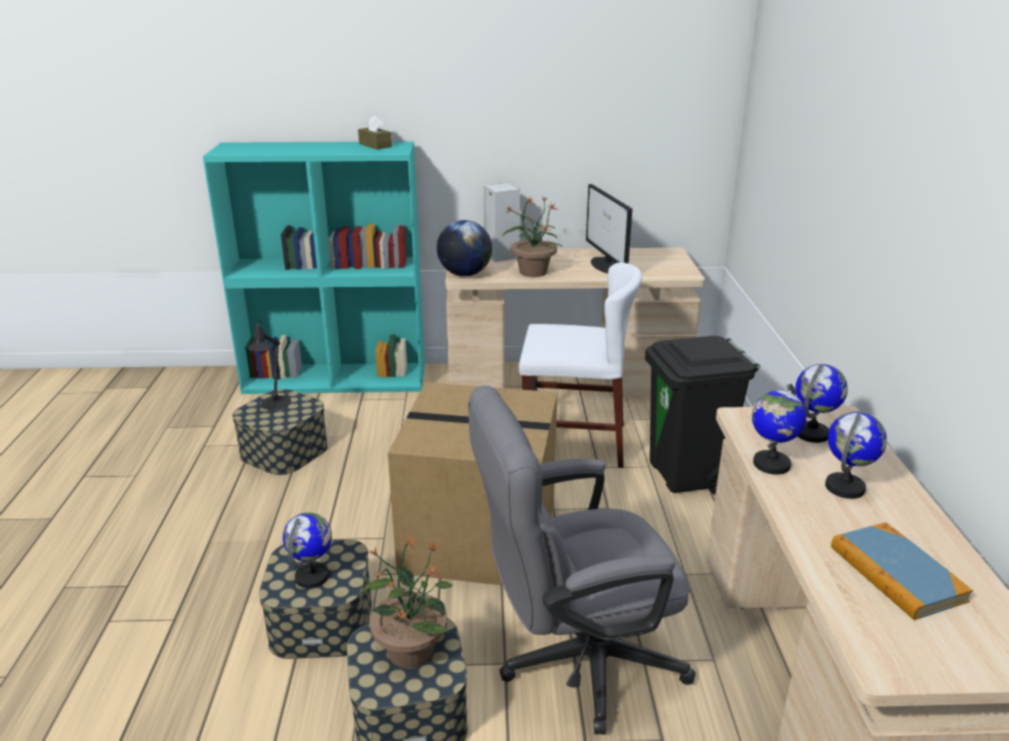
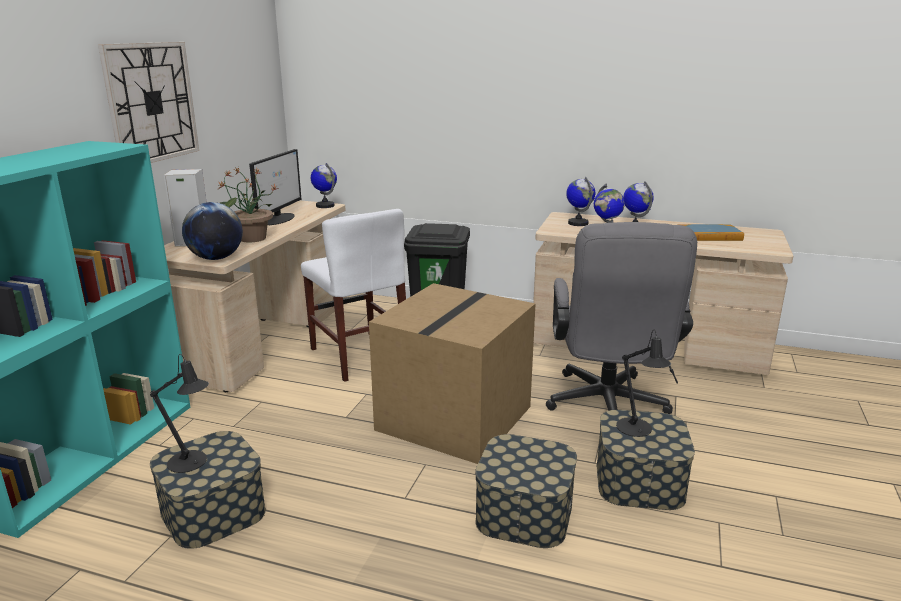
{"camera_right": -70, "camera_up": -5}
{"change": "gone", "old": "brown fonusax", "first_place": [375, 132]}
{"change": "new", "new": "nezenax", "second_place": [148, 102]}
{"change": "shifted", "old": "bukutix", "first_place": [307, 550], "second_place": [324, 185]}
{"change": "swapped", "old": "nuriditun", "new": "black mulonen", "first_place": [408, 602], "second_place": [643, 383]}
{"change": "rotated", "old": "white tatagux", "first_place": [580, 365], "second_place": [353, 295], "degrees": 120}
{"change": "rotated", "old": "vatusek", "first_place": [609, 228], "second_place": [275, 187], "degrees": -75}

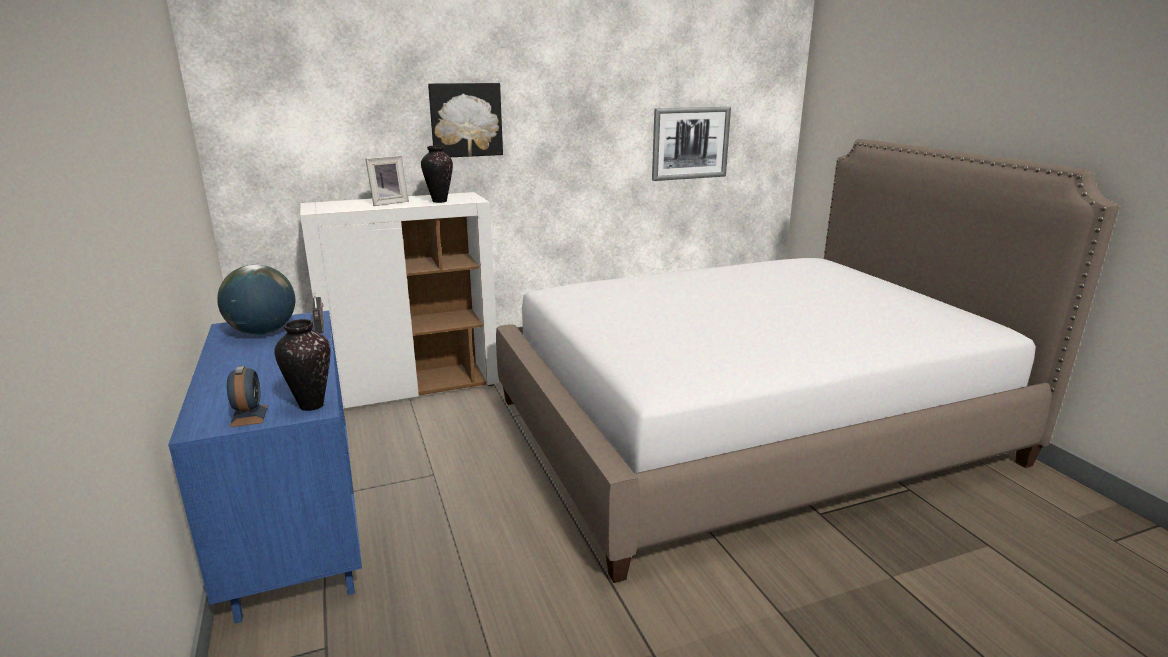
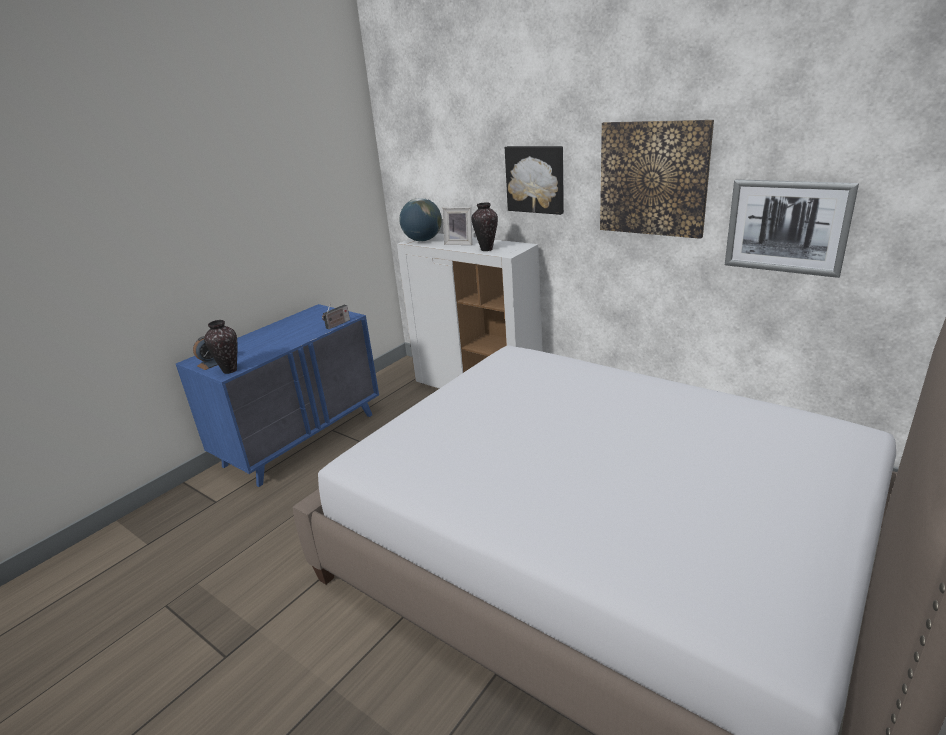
{"camera_right": 60, "camera_up": 5}
{"change": "new", "new": "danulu", "second_place": [657, 179]}
{"change": "shifted", "old": "bukutix", "first_place": [256, 299], "second_place": [420, 219]}

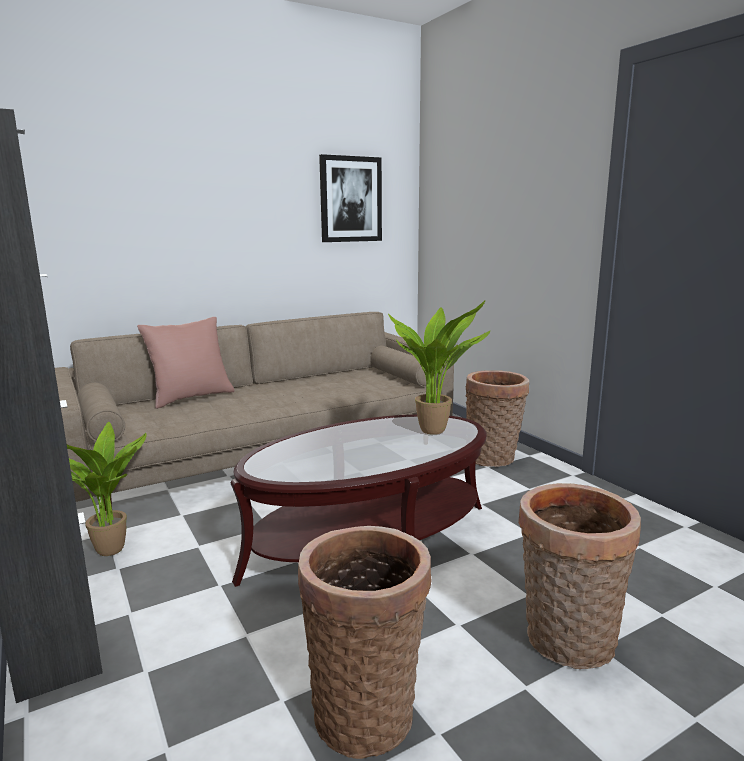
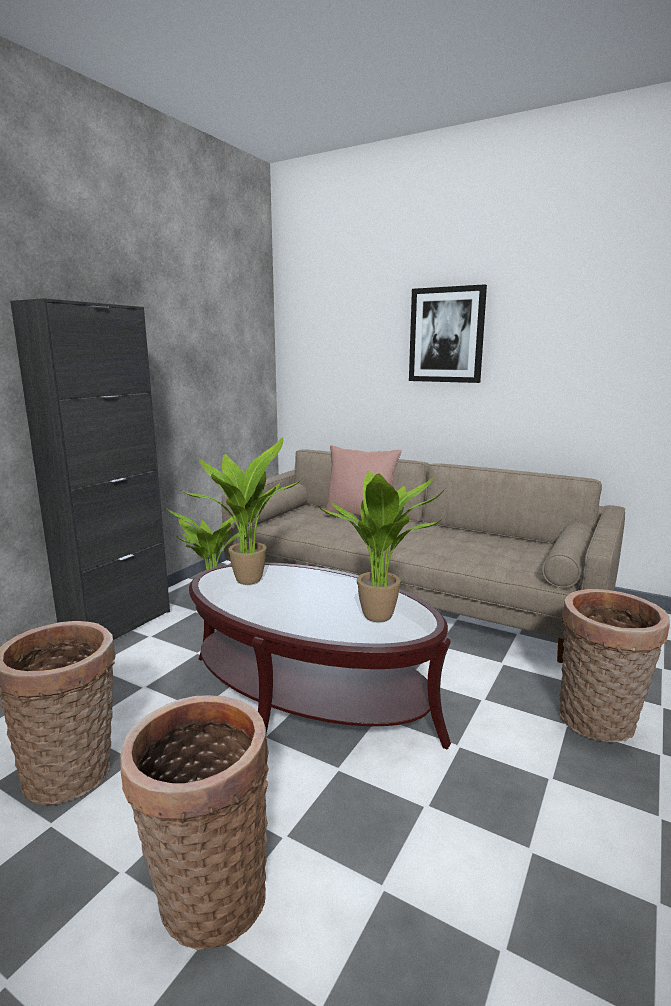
{"camera_right": 60, "camera_up": 0}
{"change": "new", "new": "nuriditun", "second_place": [242, 511]}
{"change": "shifted", "old": "danulu", "first_place": [350, 198], "second_place": [448, 333]}

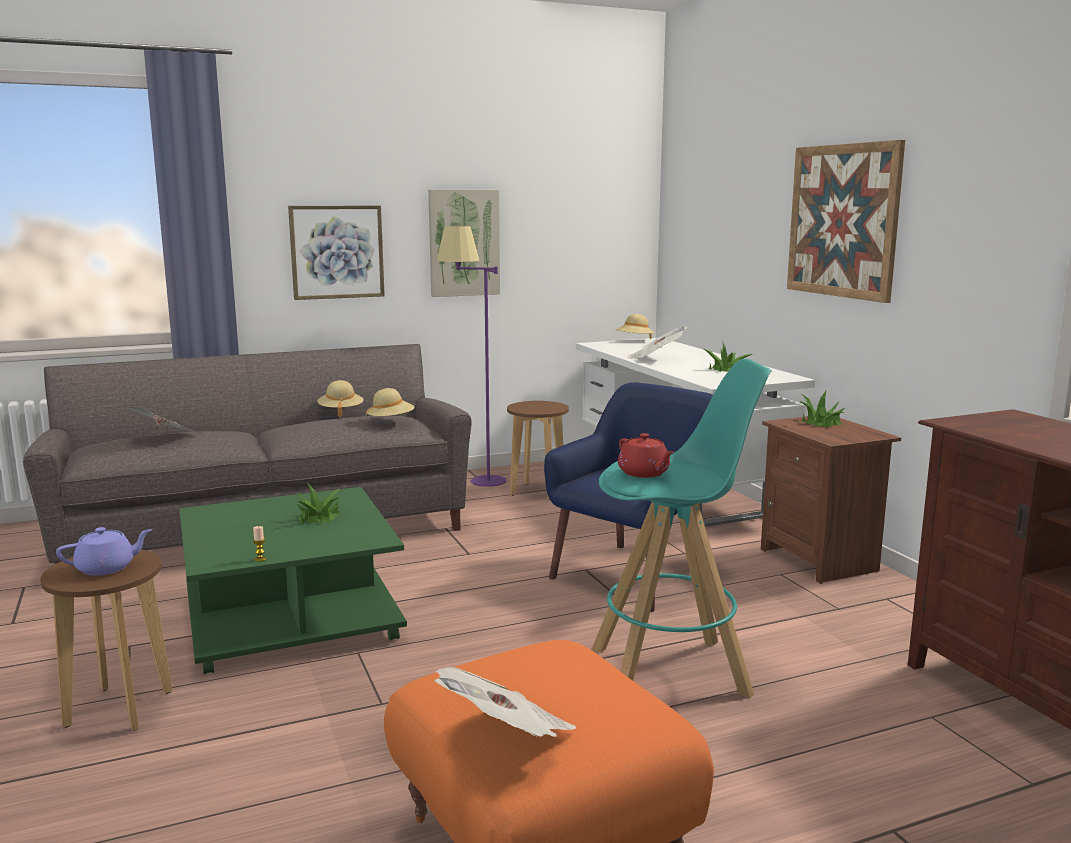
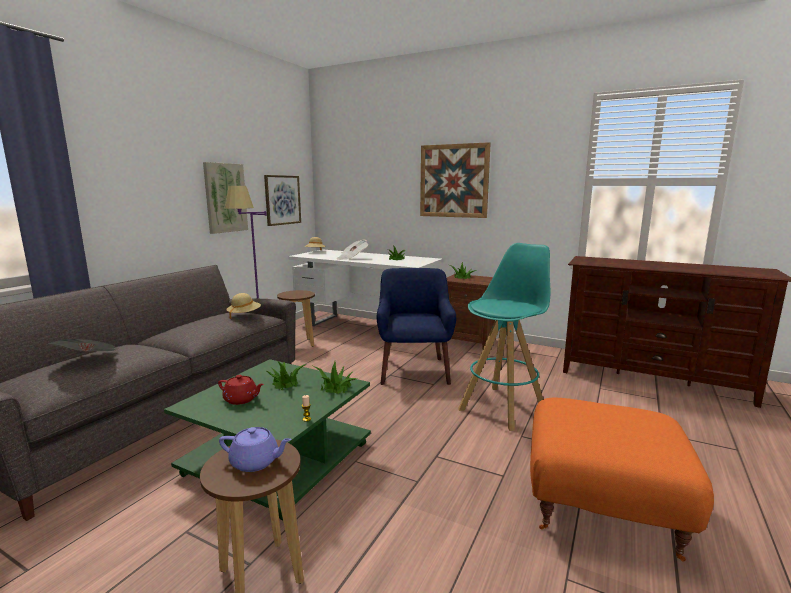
{"camera_right": -40, "camera_up": 0}
{"change": "gone", "old": "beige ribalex", "first_place": [340, 398]}
{"change": "gone", "old": "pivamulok", "first_place": [505, 702]}
{"change": "new", "new": "nuriditun", "second_place": [335, 377]}
{"change": "shifted", "old": "danulu", "first_place": [336, 253], "second_place": [282, 200]}
{"change": "shifted", "old": "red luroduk", "first_place": [646, 455], "second_place": [241, 390]}
{"change": "rotated", "old": "purple luroduk", "first_place": [104, 551], "second_place": [255, 449], "degrees": 75}

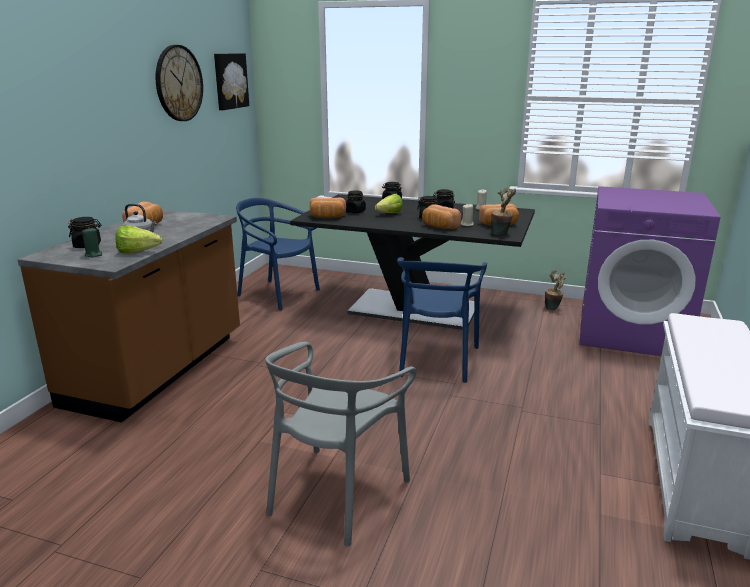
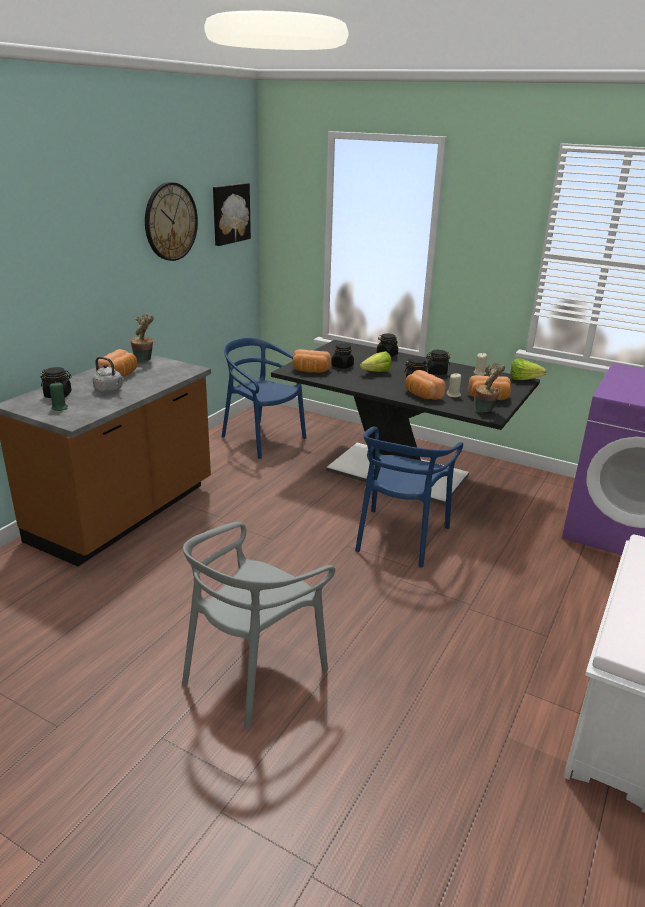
{"camera_right": 10, "camera_up": 5}
{"change": "shifted", "old": "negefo", "first_place": [138, 239], "second_place": [528, 369]}
{"change": "shifted", "old": "nuriditun", "first_place": [555, 290], "second_place": [141, 338]}

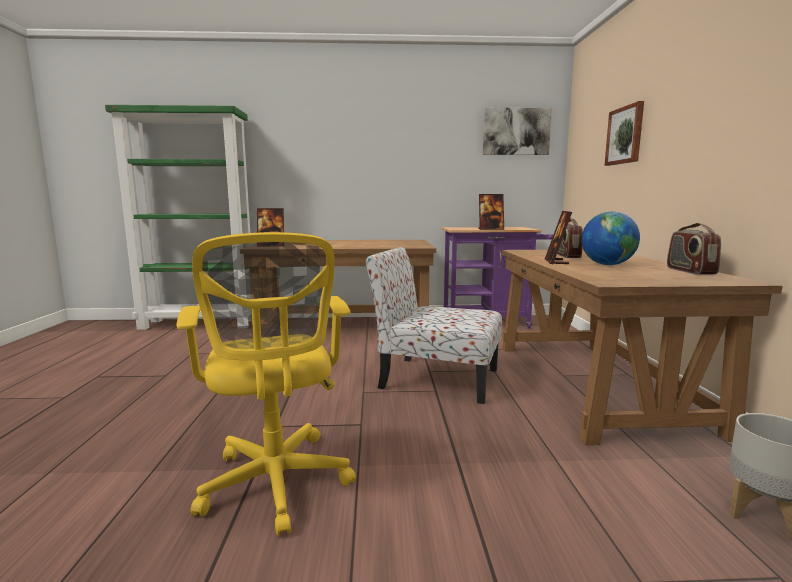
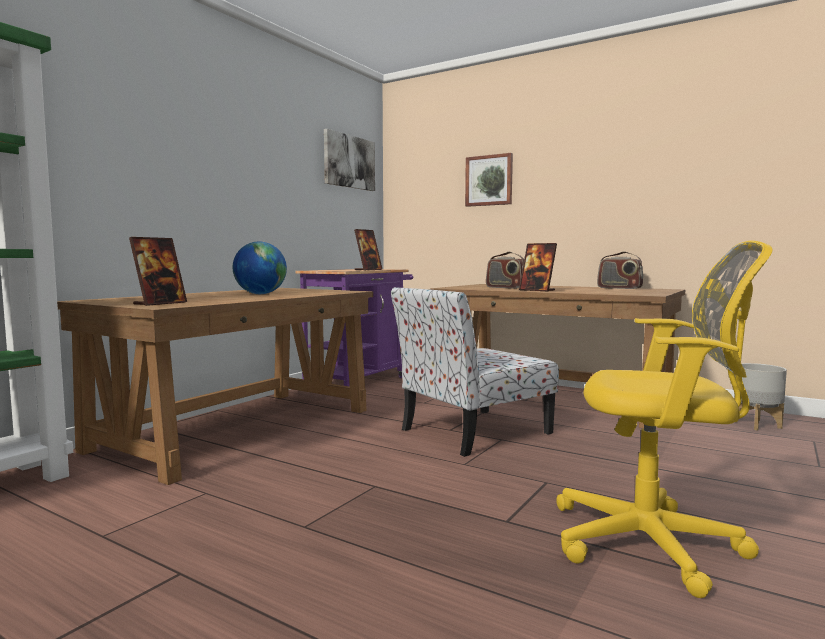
{"camera_right": -55, "camera_up": -5}
{"change": "shifted", "old": "bukutix", "first_place": [610, 238], "second_place": [260, 267]}

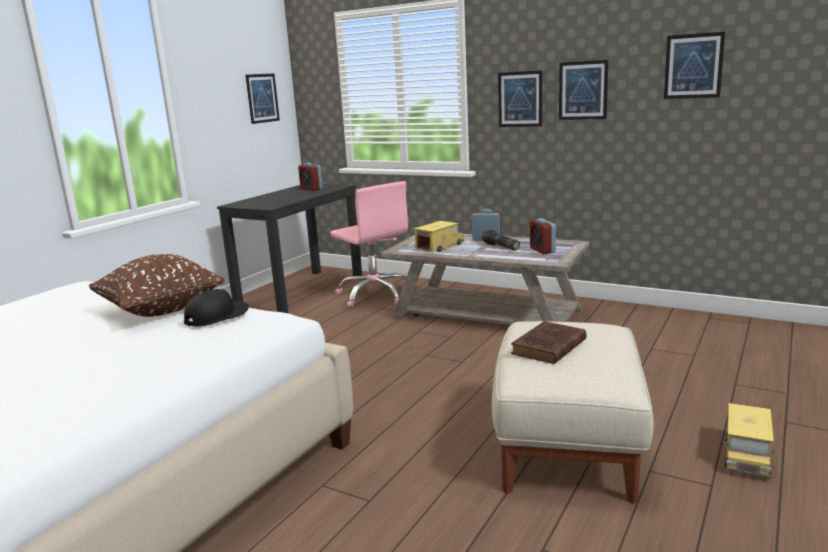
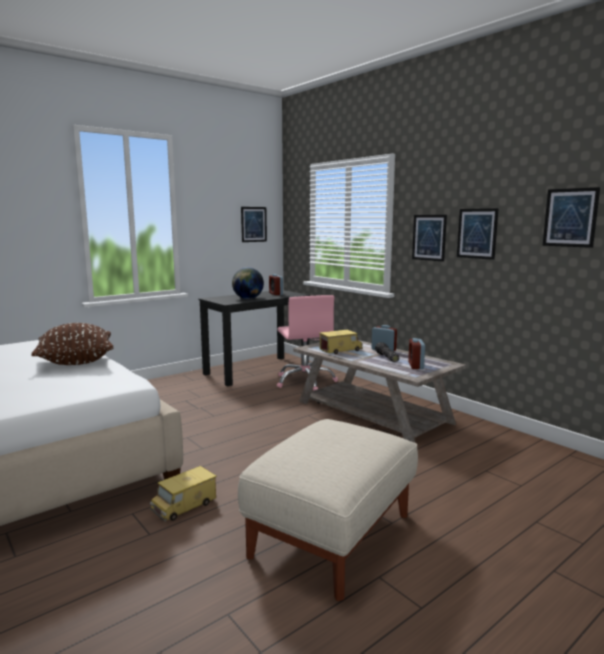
{"camera_right": 20, "camera_up": -5}
{"change": "gone", "old": "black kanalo", "first_place": [216, 308]}
{"change": "gone", "old": "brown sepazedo", "first_place": [548, 342]}
{"change": "new", "new": "bukutix", "second_place": [248, 283]}
{"change": "shifted", "old": "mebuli", "first_place": [750, 441], "second_place": [183, 494]}

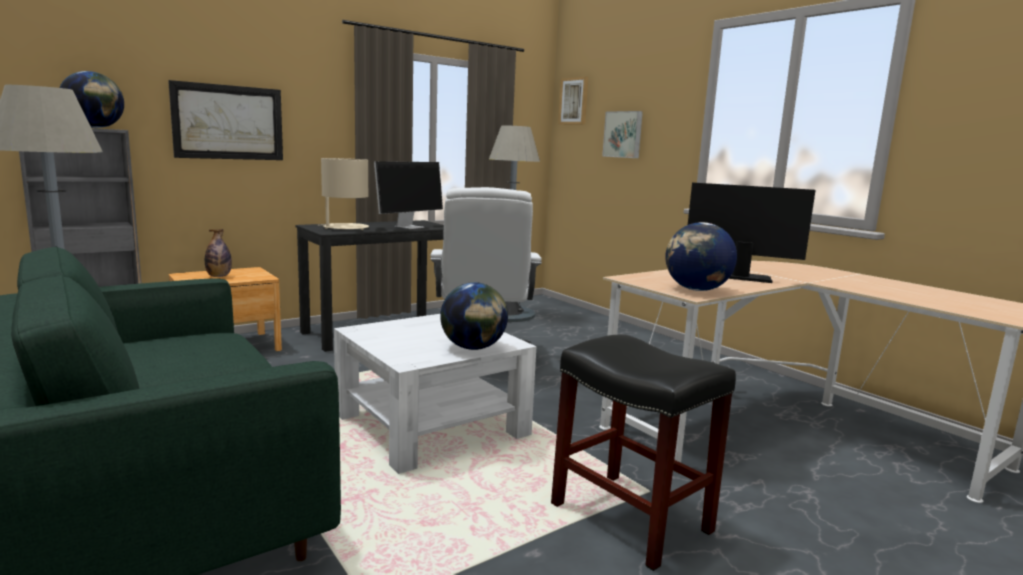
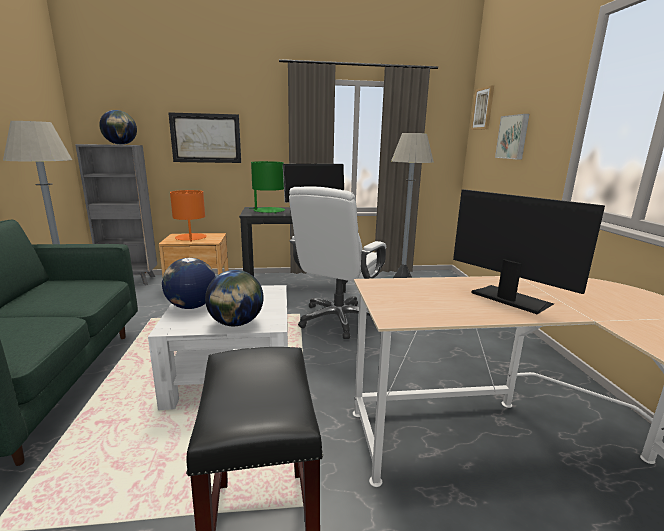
{"camera_right": 30, "camera_up": 5}
{"change": "shifted", "old": "bukutix", "first_place": [701, 256], "second_place": [189, 283]}
{"change": "swapped", "old": "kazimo", "new": "orange mulonen", "first_place": [218, 253], "second_place": [188, 216]}
{"change": "repainted", "old": "beige mulonen", "new": "green mulonen", "first_place": [343, 194], "second_place": [267, 187]}

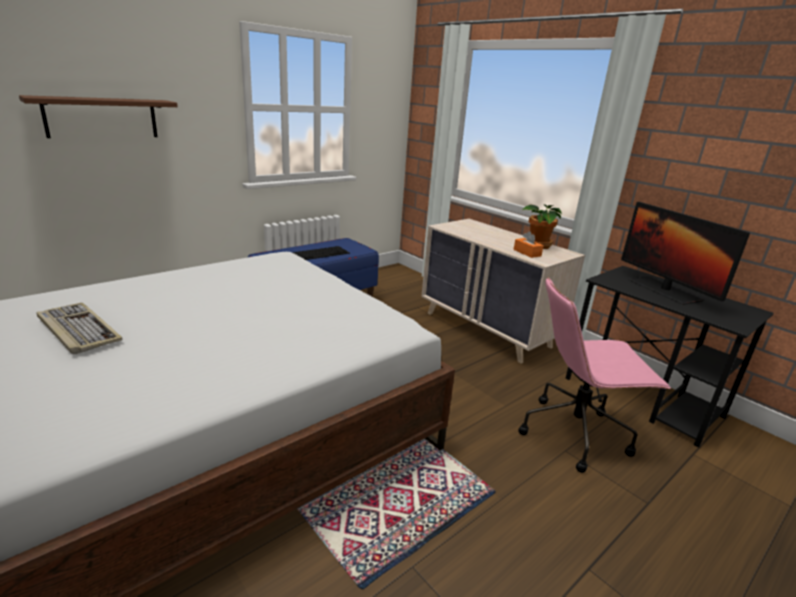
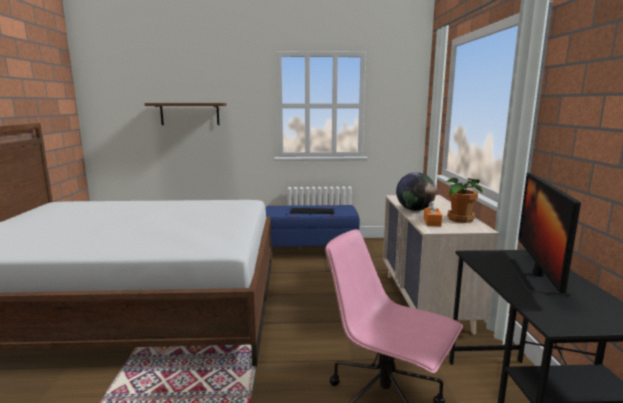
{"camera_right": 40, "camera_up": -10}
{"change": "gone", "old": "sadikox", "first_place": [79, 328]}
{"change": "new", "new": "bukutix", "second_place": [416, 191]}

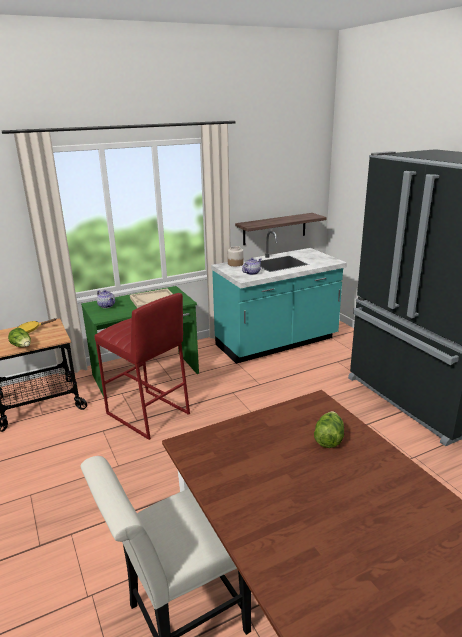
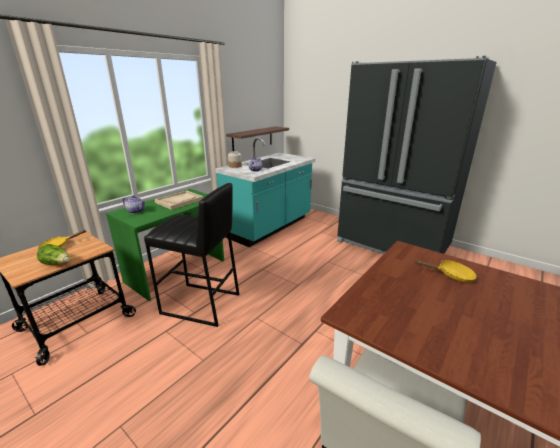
{"camera_right": -25, "camera_up": 0}
{"change": "swapped", "old": "negefo", "new": "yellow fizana", "first_place": [329, 429], "second_place": [445, 271]}
{"change": "repainted", "old": "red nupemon", "new": "black nupemon", "first_place": [142, 366], "second_place": [192, 255]}

